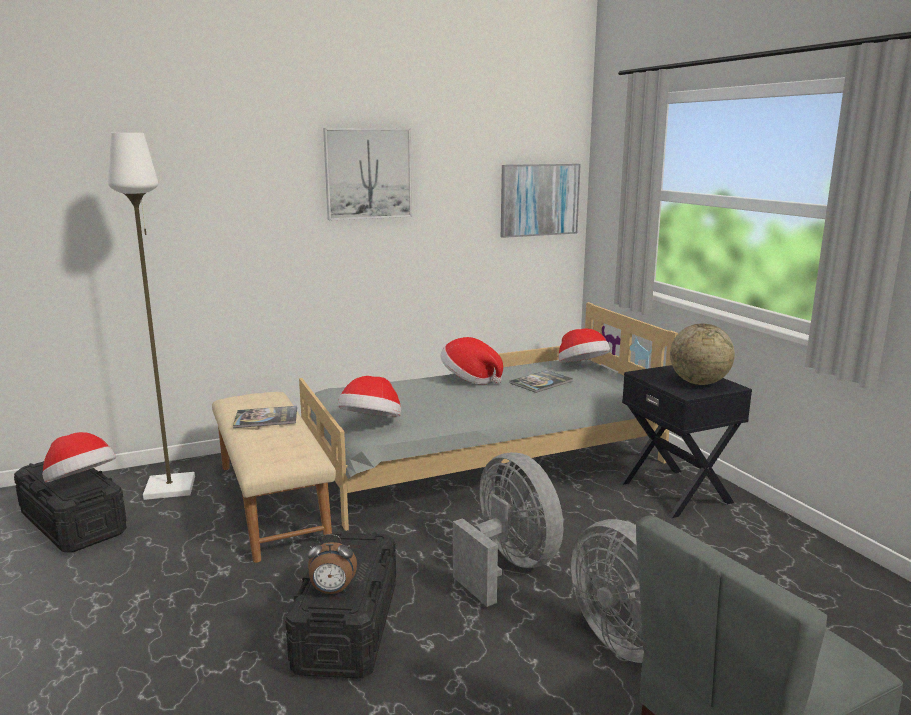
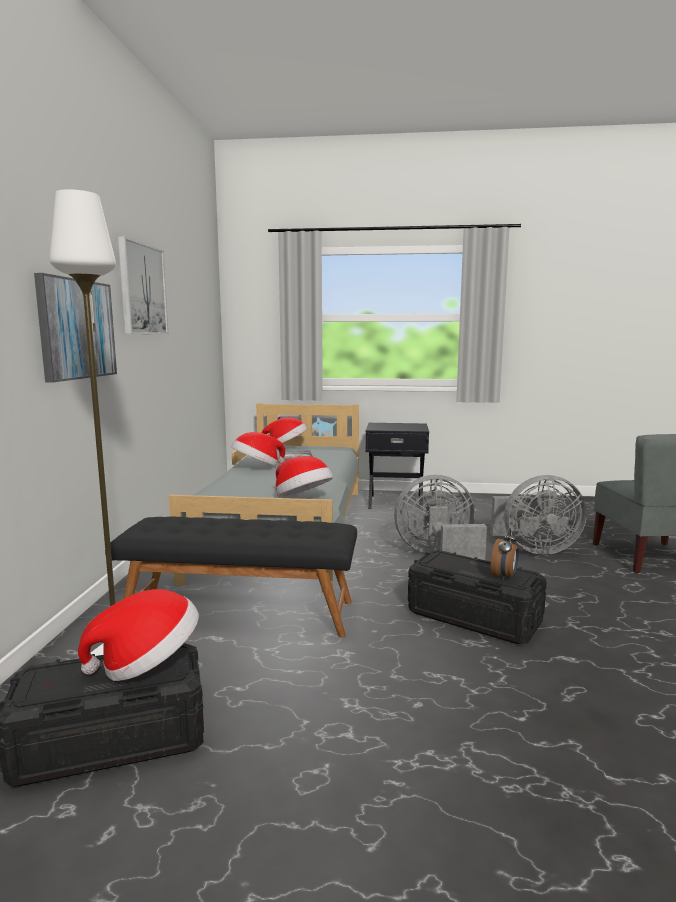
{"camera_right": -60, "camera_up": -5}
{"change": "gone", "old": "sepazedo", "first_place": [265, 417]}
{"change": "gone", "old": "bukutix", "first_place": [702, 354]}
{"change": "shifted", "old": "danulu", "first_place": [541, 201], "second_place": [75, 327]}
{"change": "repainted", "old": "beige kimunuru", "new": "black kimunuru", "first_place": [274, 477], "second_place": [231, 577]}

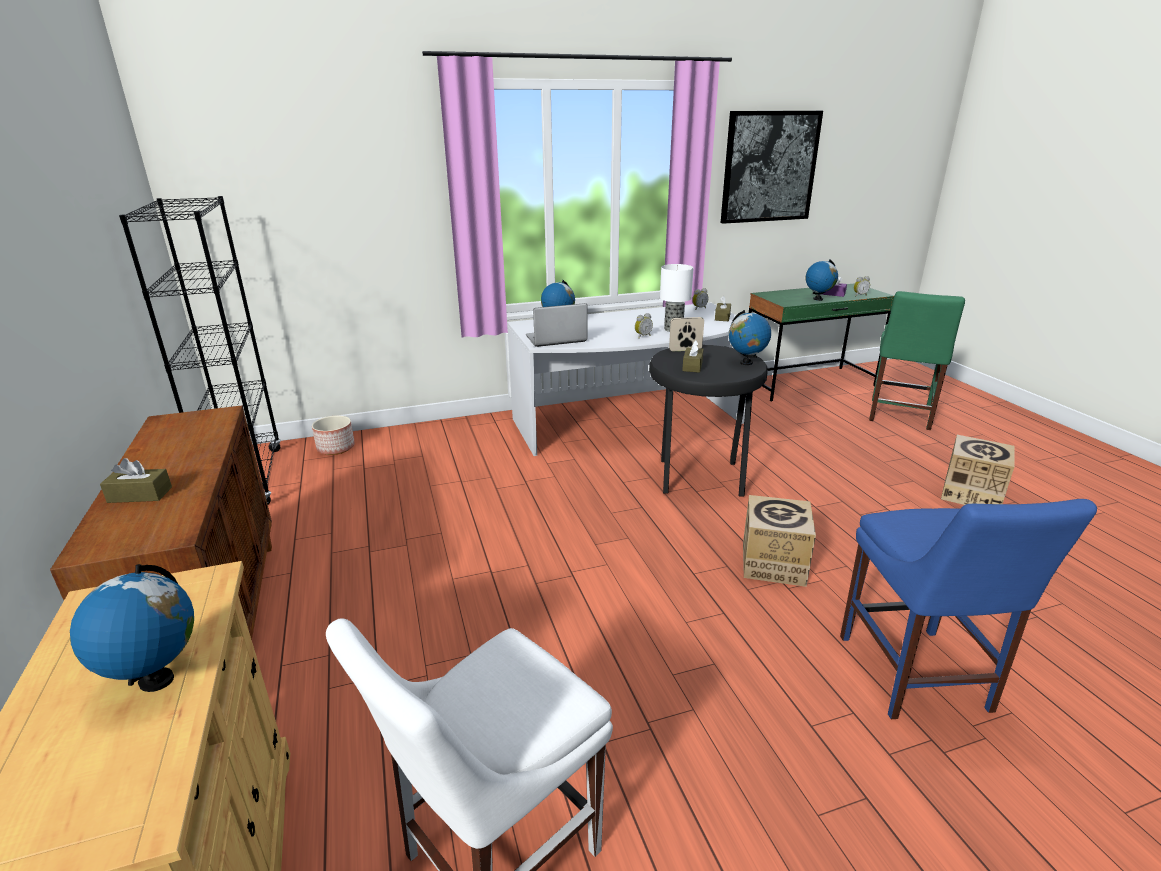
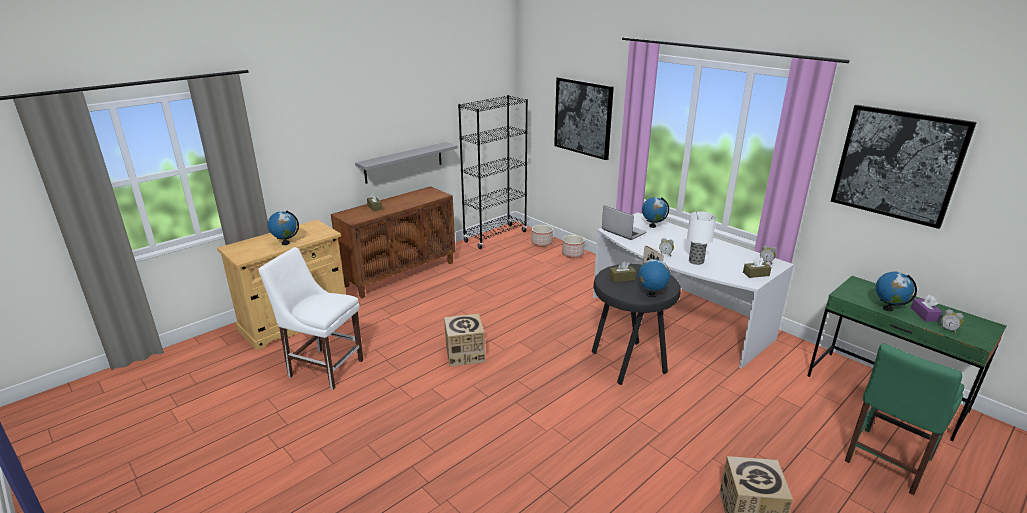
{"camera_right": 65, "camera_up": 0}
{"change": "gone", "old": "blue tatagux", "first_place": [968, 609]}
{"change": "new", "new": "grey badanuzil", "second_place": [406, 163]}
{"change": "new", "new": "danulu", "second_place": [584, 118]}
{"change": "new", "new": "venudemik", "second_place": [573, 246]}
{"change": "shifted", "old": "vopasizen", "first_place": [779, 541], "second_place": [464, 340]}
{"change": "rotated", "old": "green tatagux", "first_place": [917, 360], "second_place": [904, 419], "degrees": -45}

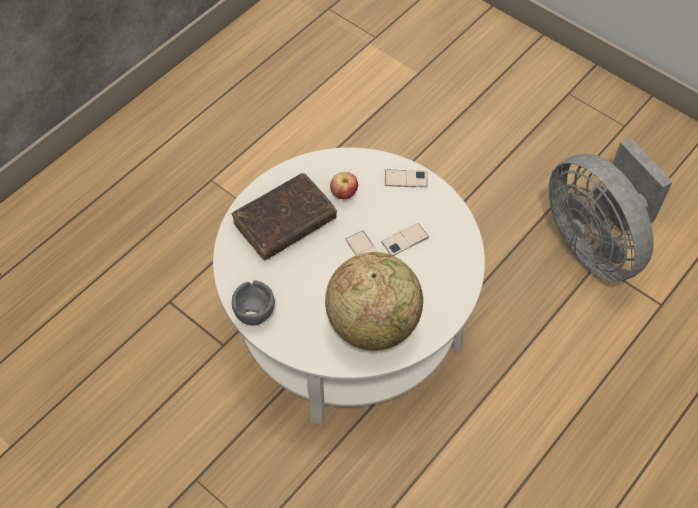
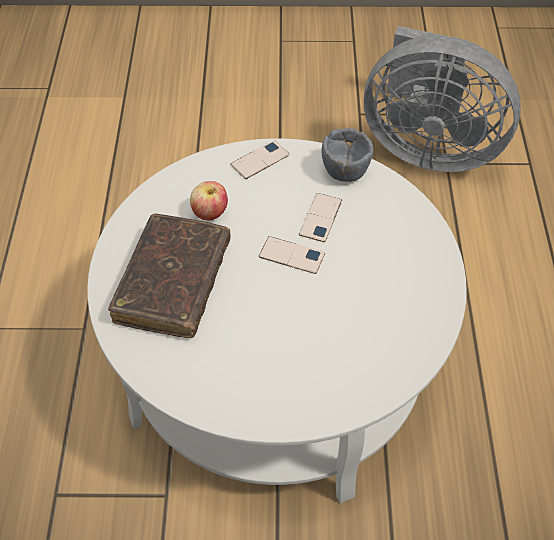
{"camera_right": -40, "camera_up": -5}
{"change": "gone", "old": "bukutix", "first_place": [374, 301]}
{"change": "shifted", "old": "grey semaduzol", "first_place": [253, 303], "second_place": [347, 155]}

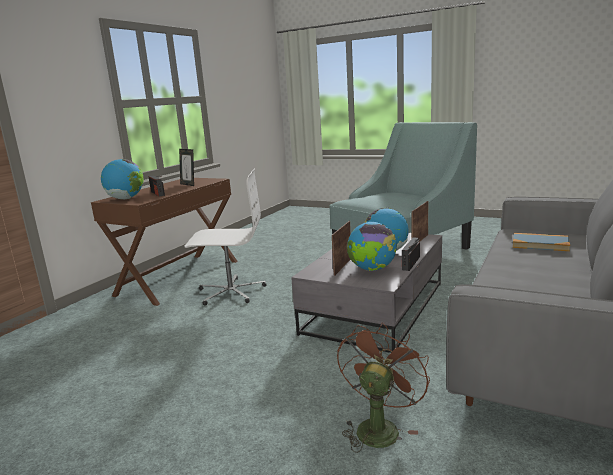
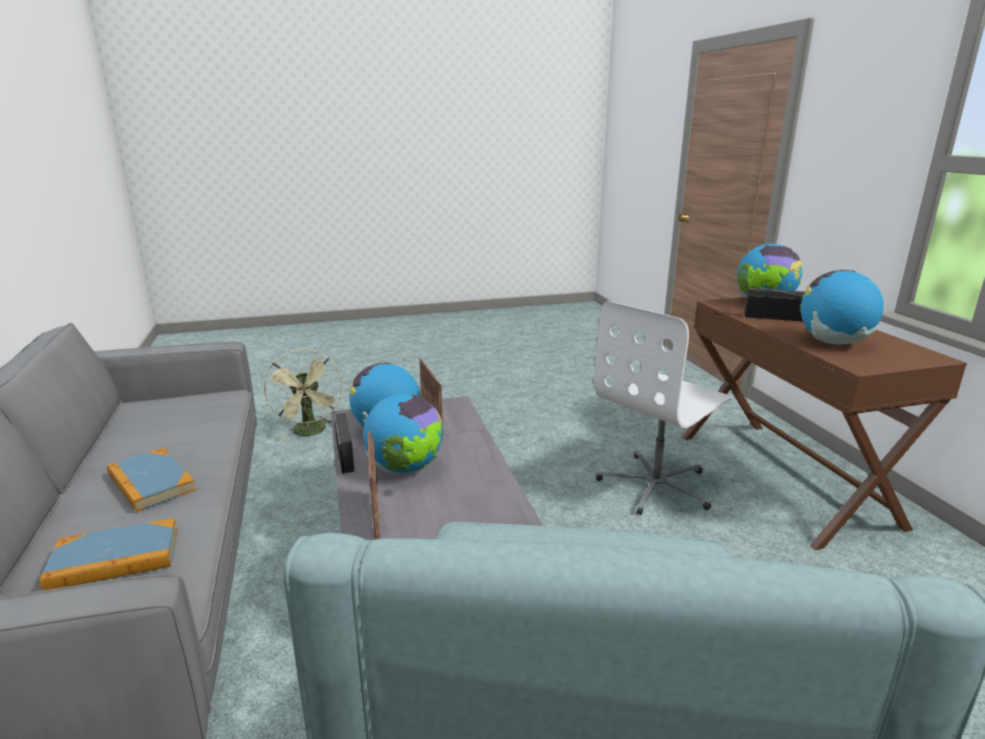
{"camera_right": 135, "camera_up": 5}
{"change": "new", "new": "sepazedo", "second_place": [151, 480]}
{"change": "swapped", "old": "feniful", "new": "bukutix", "first_place": [186, 167], "second_place": [842, 307]}
{"change": "repainted", "old": "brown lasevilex", "new": "green lasevilex", "first_place": [383, 387], "second_place": [303, 394]}

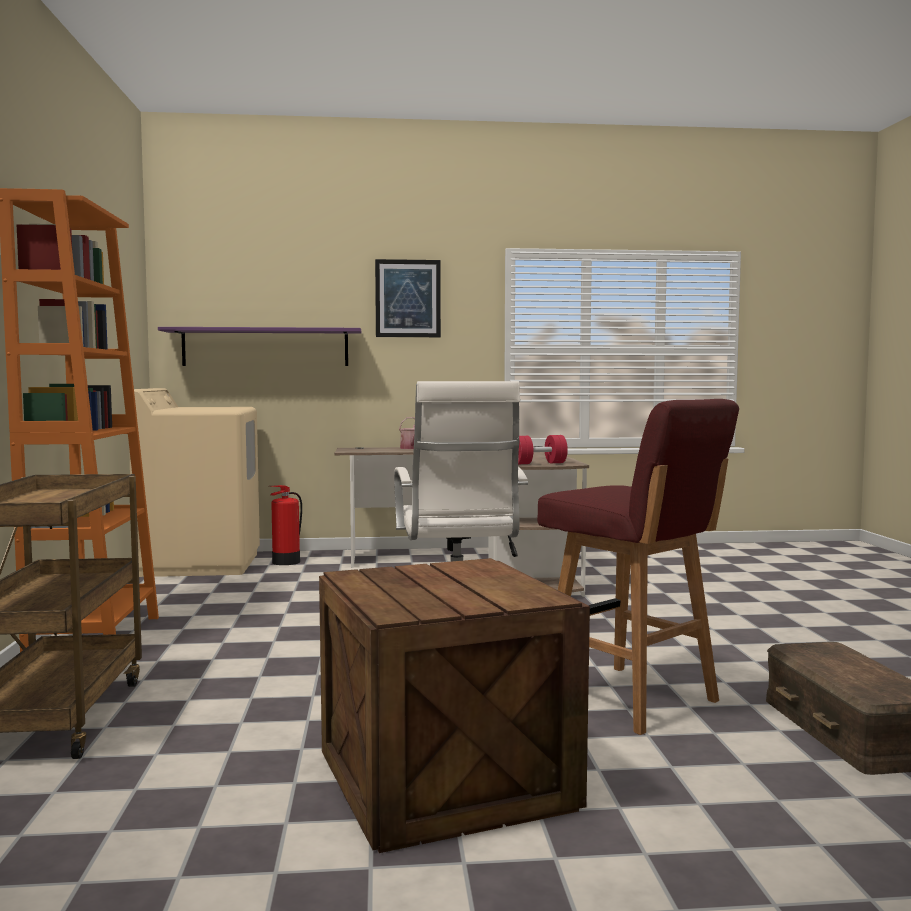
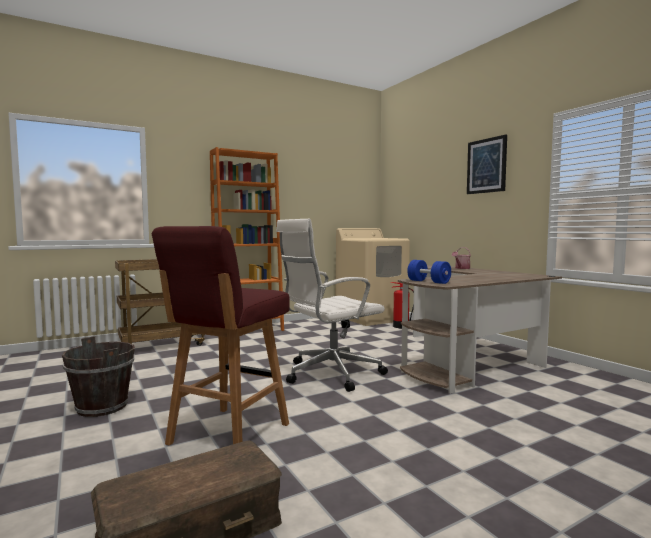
{"camera_right": 65, "camera_up": 0}
{"change": "gone", "old": "purple badanuzil", "first_place": [259, 346]}
{"change": "swapped", "old": "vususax", "new": "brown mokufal", "first_place": [454, 705], "second_place": [98, 376]}
{"change": "repainted", "old": "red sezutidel", "new": "blue sezutidel", "first_place": [543, 449], "second_place": [429, 272]}

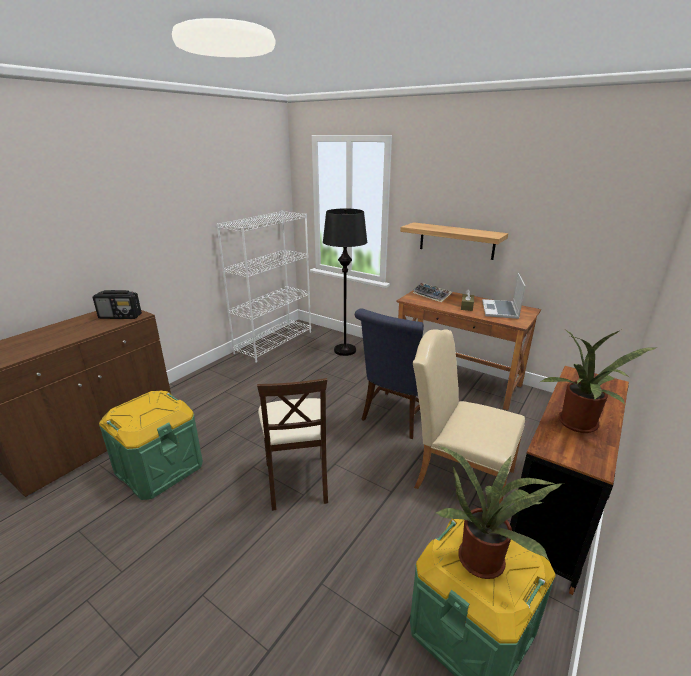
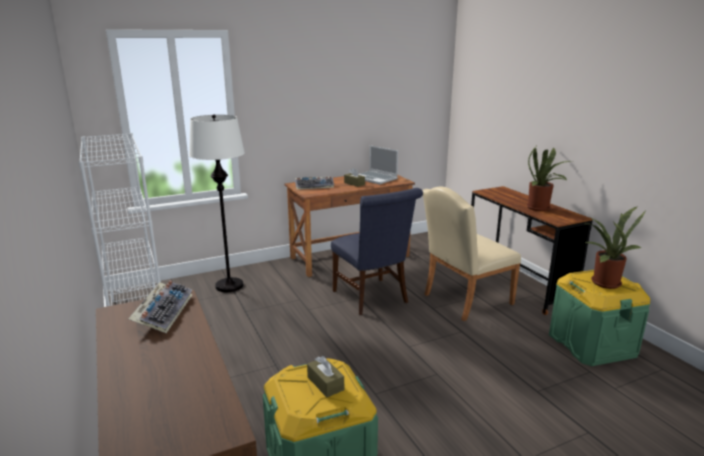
{"camera_right": -60, "camera_up": -5}
{"change": "gone", "old": "beige tatagux", "first_place": [292, 444]}
{"change": "gone", "old": "badanuzil", "first_place": [454, 241]}
{"change": "new", "new": "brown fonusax", "second_place": [325, 376]}
{"change": "swapped", "old": "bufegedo", "new": "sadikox", "first_place": [117, 304], "second_place": [160, 306]}
{"change": "repainted", "old": "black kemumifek", "new": "white kemumifek", "first_place": [345, 282], "second_place": [217, 203]}

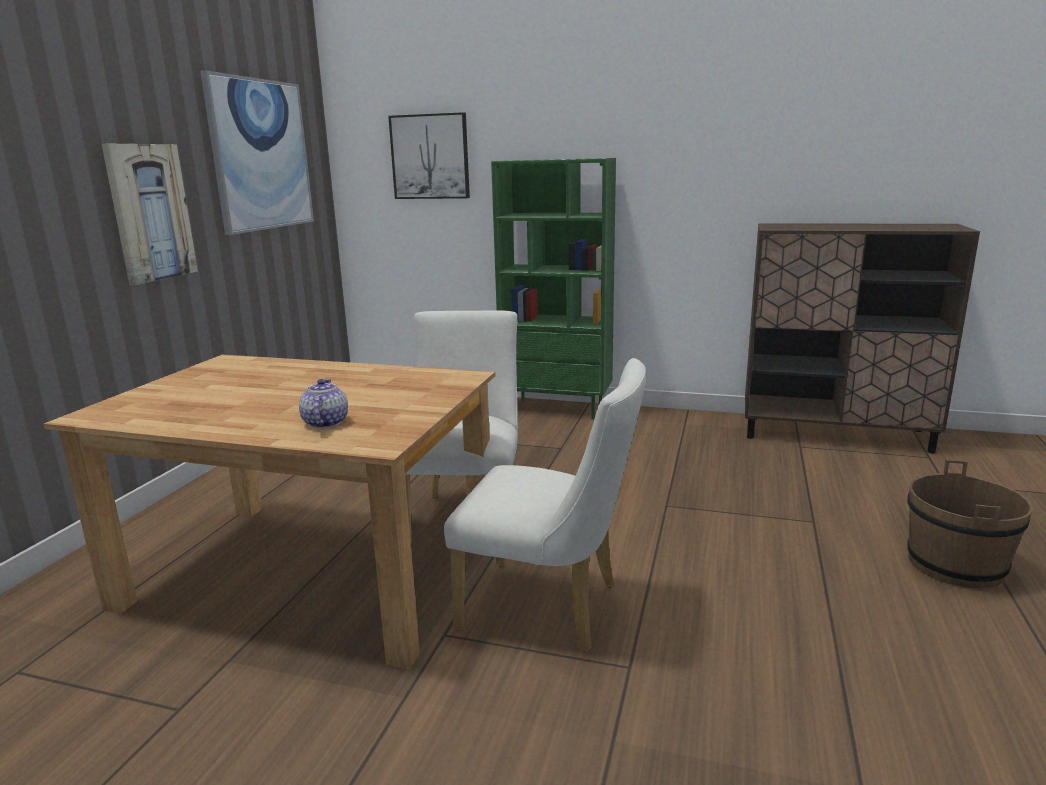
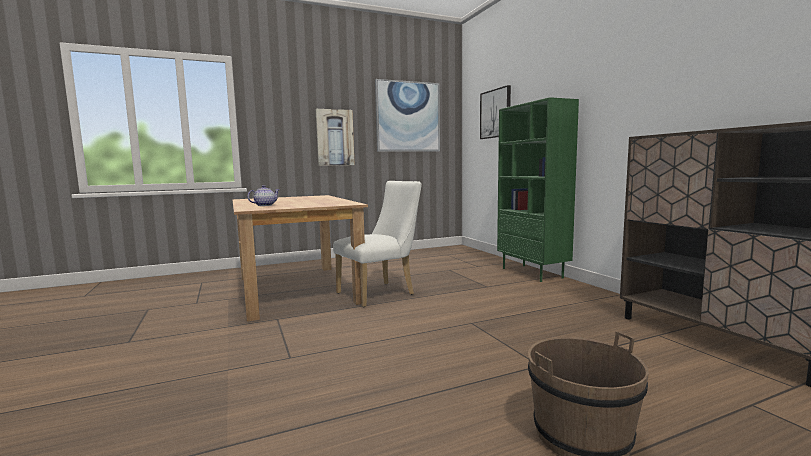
{"camera_right": 50, "camera_up": -10}
{"change": "gone", "old": "white tatagux", "first_place": [545, 505]}

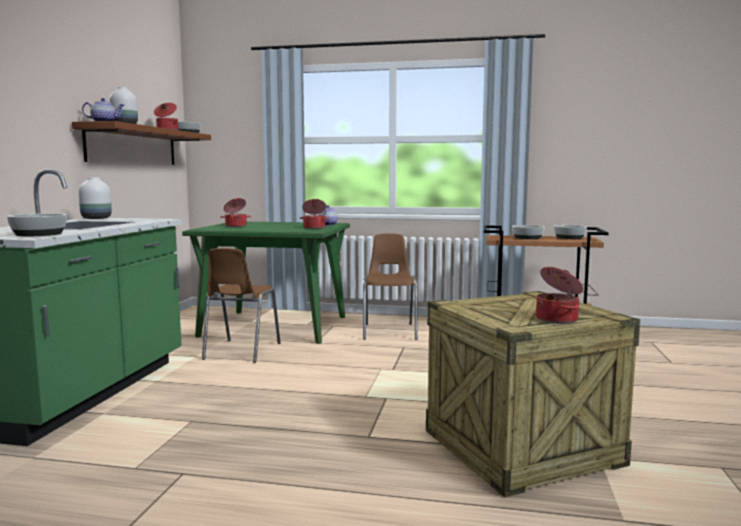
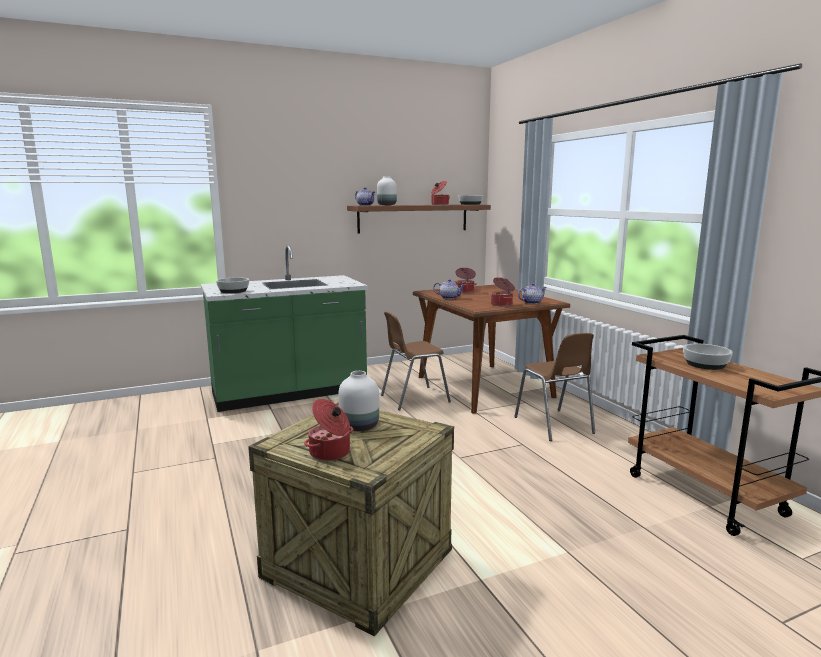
{"camera_right": 55, "camera_up": 5}
{"change": "gone", "old": "semaduzol", "first_place": [570, 232]}
{"change": "new", "new": "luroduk", "second_place": [449, 289]}
{"change": "shifted", "old": "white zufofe", "first_place": [95, 198], "second_place": [359, 401]}
{"change": "repainted", "old": "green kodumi", "new": "brown kodumi", "first_place": [266, 283], "second_place": [491, 349]}
{"change": "rotated", "old": "brown tatagux", "first_place": [390, 286], "second_place": [554, 387], "degrees": 105}

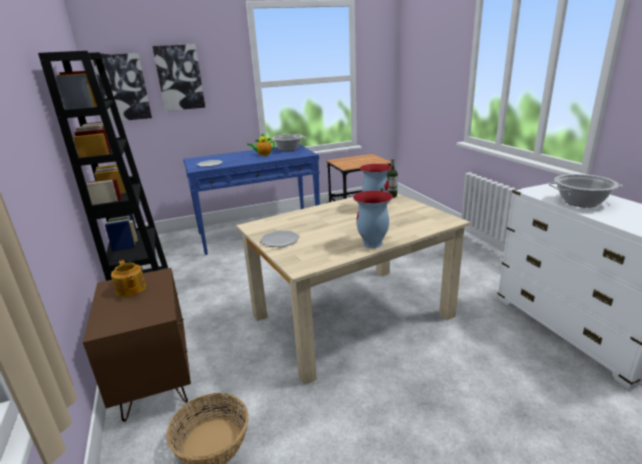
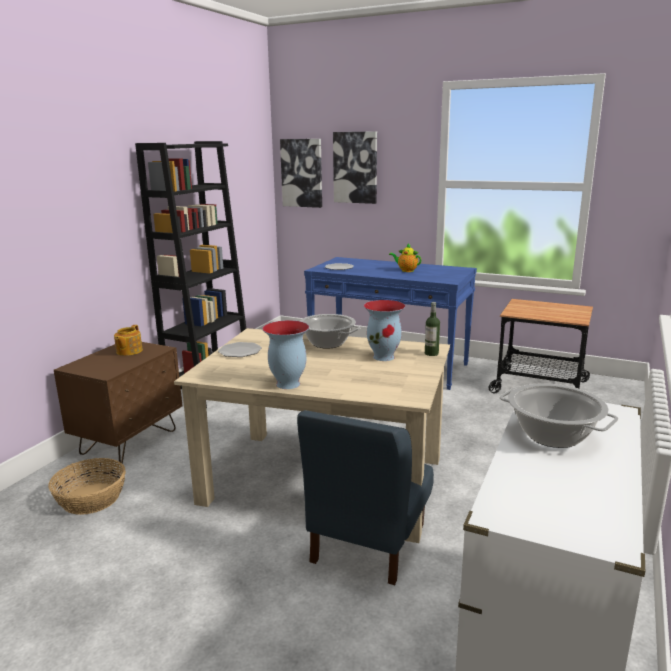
{"camera_right": 45, "camera_up": -5}
{"change": "new", "new": "blue tatagux", "second_place": [365, 497]}
{"change": "shifted", "old": "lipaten", "first_place": [288, 142], "second_place": [330, 331]}

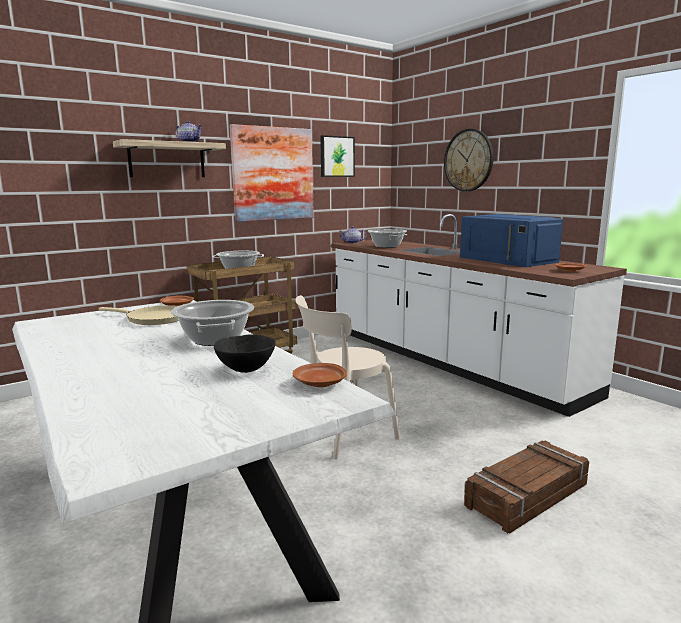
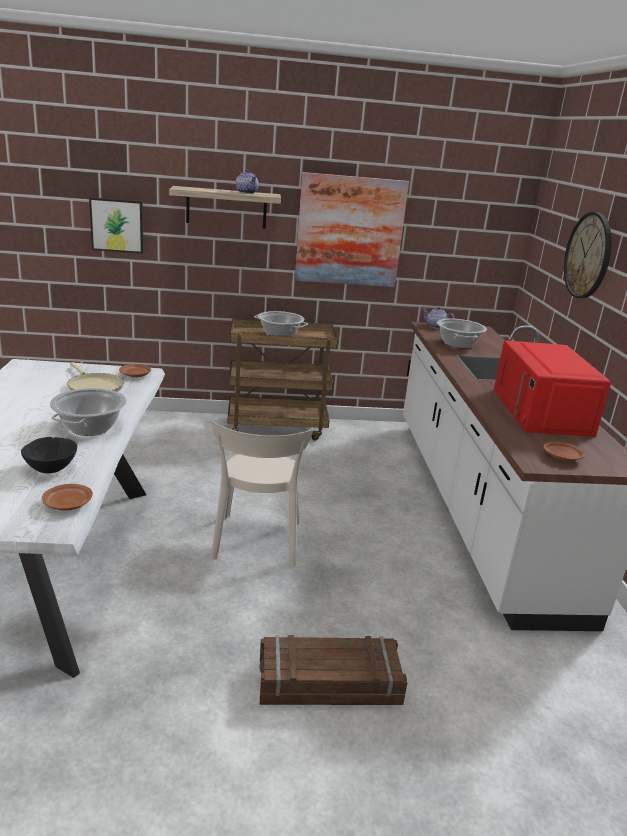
{"camera_right": 30, "camera_up": 10}
{"change": "shifted", "old": "danulu", "first_place": [337, 156], "second_place": [116, 225]}
{"change": "repainted", "old": "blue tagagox", "new": "red tagagox", "first_place": [511, 240], "second_place": [552, 388]}
{"change": "rotated", "old": "beige tatagux", "first_place": [347, 377], "second_place": [262, 494], "degrees": -90}

